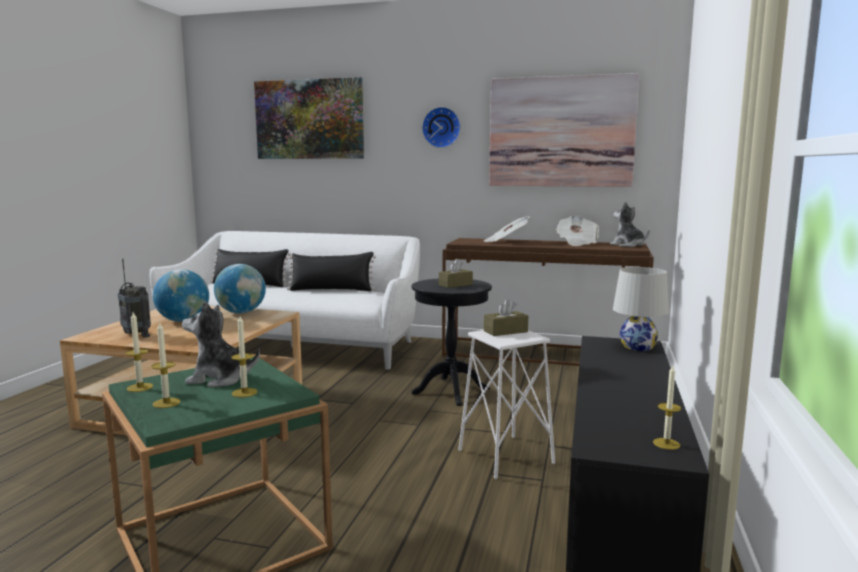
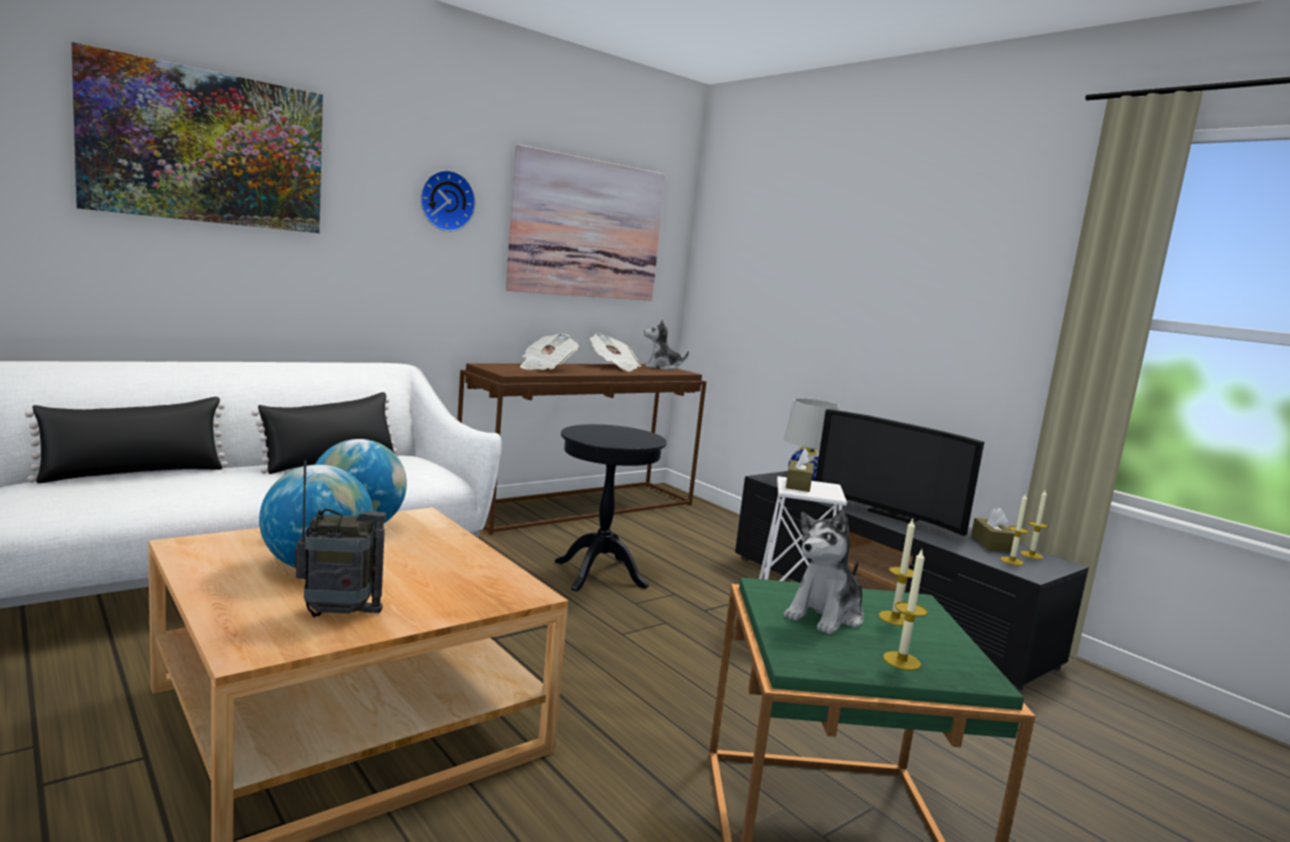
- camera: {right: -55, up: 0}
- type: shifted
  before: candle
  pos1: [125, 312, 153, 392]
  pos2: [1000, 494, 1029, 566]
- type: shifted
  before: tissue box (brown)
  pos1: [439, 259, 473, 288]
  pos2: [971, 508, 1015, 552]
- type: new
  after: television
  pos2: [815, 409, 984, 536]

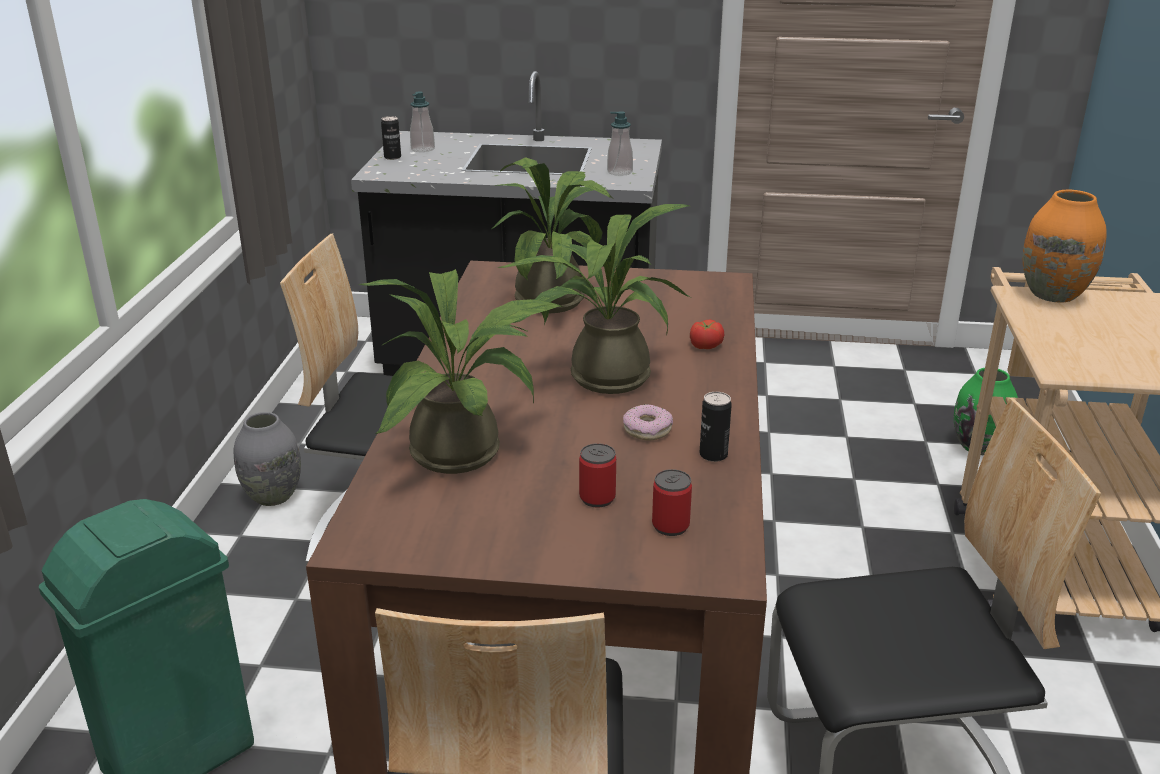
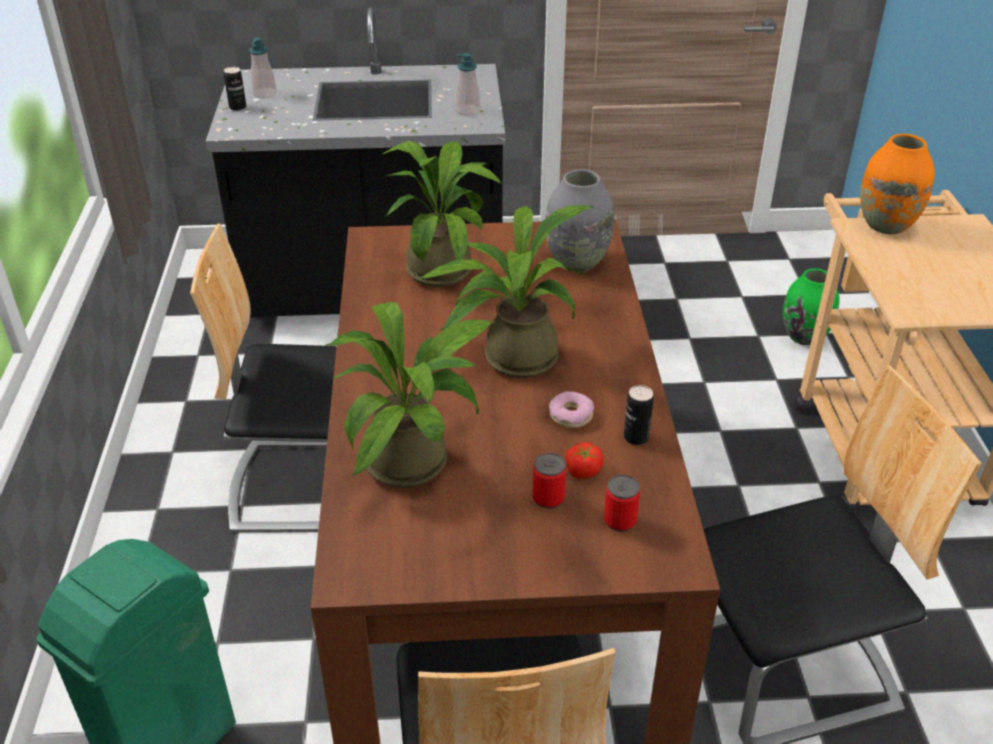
- camera: {right: -10, up: 10}
- type: shifted
  before: vase (grey)
  pos1: [234, 412, 301, 506]
  pos2: [545, 169, 614, 272]
- type: shifted
  before: tomato
  pos1: [690, 319, 724, 349]
  pos2: [566, 442, 604, 479]

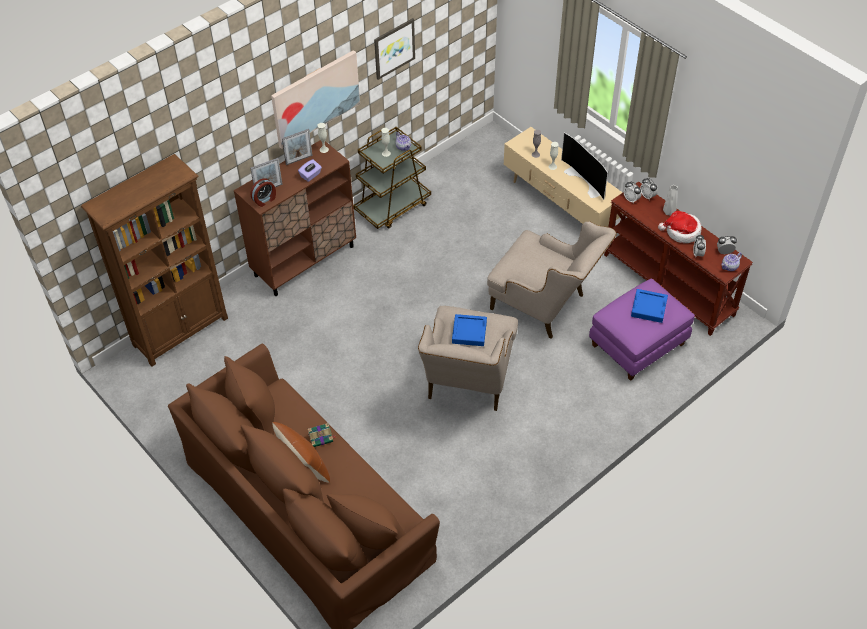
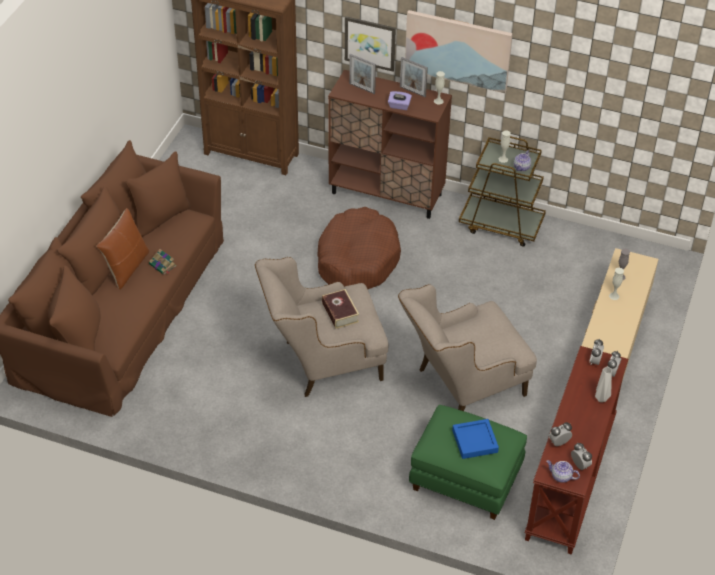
- camera: {right: 60, up: -5}
- type: gone
  before: alarm clock
  pos1: [250, 179, 276, 207]
- type: shifted
  before: picture
  pos1: [374, 18, 415, 80]
  pos2: [345, 17, 396, 72]
- type: swapped
  before: tray (blue)
  after: book
  pos1: [452, 314, 487, 346]
  pos2: [322, 289, 359, 329]
- type: rotated
  before: armchair (beige)
  pos1: [487, 221, 616, 339]
  pos2: [398, 284, 537, 411]
  turn: 60
- type: gone
  before: television
  pos1: [561, 132, 608, 200]
- type: repainted
  before: ottoman (purple)
  after: ottoman (green)
  pos1: [589, 279, 695, 381]
  pos2: [409, 405, 527, 520]
- type: gone
  before: hat
  pos1: [658, 211, 701, 243]
- type: new
  after: dog bed (brown)
  pos2: [317, 207, 401, 289]

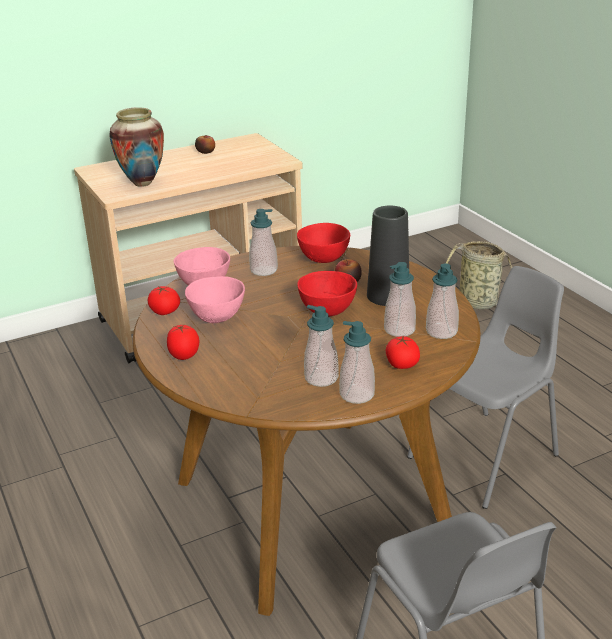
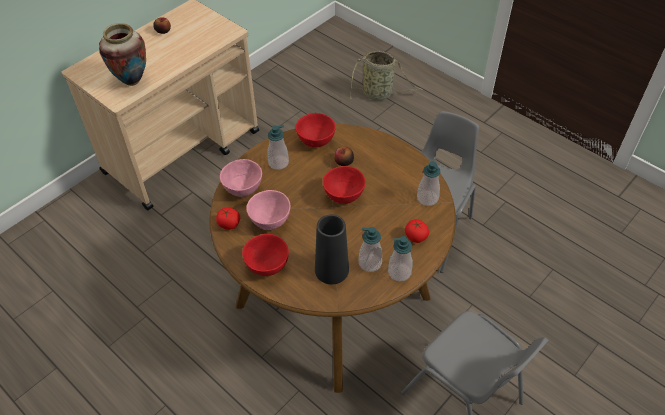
- camera: {right: -20, up: 20}
- type: swapped
  before: tomato
  after: bowl (red)
  pos1: [167, 325, 199, 360]
  pos2: [242, 234, 289, 276]
- type: shifted
  before: vase (black)
  pos1: [367, 206, 409, 306]
  pos2: [315, 215, 349, 284]
- type: gone
  before: soap dispenser
  pos1: [384, 262, 416, 337]

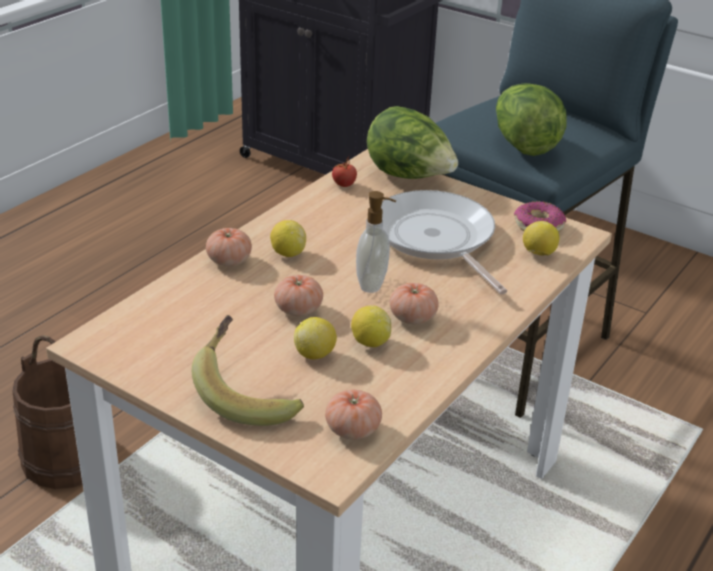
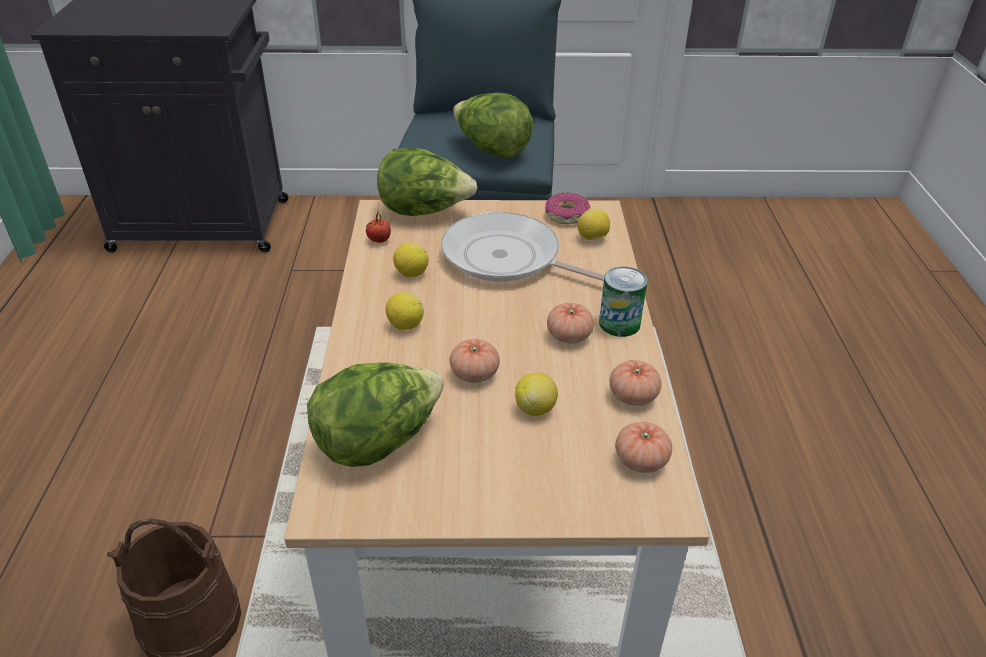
- camera: {right: -35, up: 5}
- type: gone
  before: banana
  pos1: [192, 315, 304, 426]
- type: shifted
  before: tomato
  pos1: [206, 228, 252, 266]
  pos2: [610, 360, 661, 406]
- type: shifted
  before: lemon
  pos1: [351, 305, 391, 347]
  pos2: [393, 242, 429, 277]
- type: gone
  before: soap dispenser
  pos1: [356, 191, 396, 293]
- type: new
  after: lettuce
  pos2: [307, 362, 444, 467]
- type: new
  after: can
  pos2: [599, 267, 648, 337]

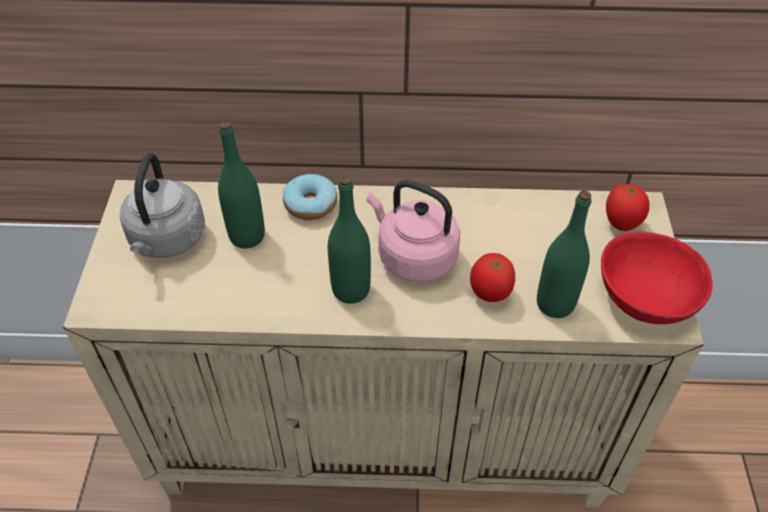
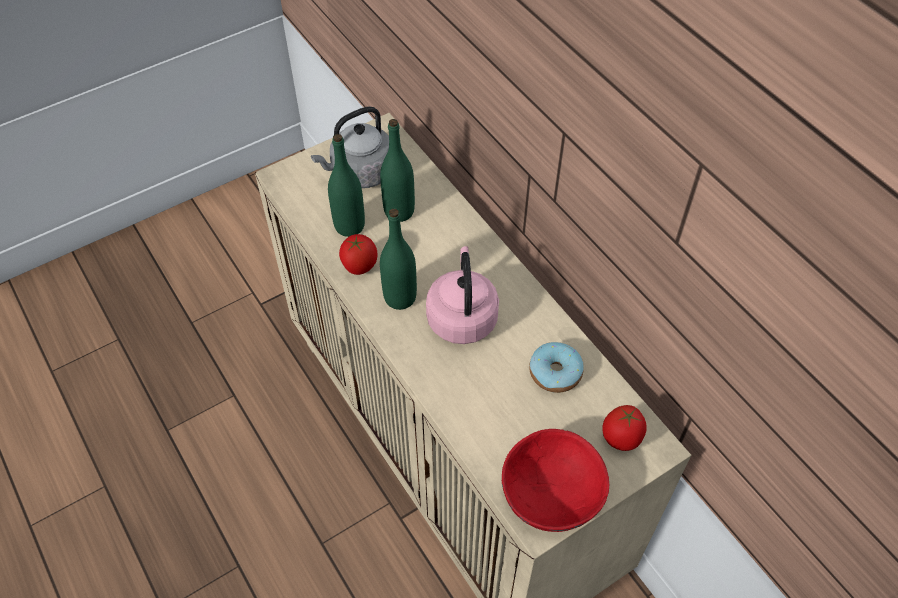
- camera: {right: 55, up: 5}
- type: shifted
  before: donut
  pos1: [283, 173, 337, 220]
  pos2: [529, 342, 584, 393]
- type: shifted
  before: tomato
  pos1: [470, 253, 515, 302]
  pos2: [339, 234, 378, 275]
- type: shifted
  before: bottle (green)
  pos1: [537, 190, 591, 318]
  pos2: [328, 134, 365, 237]

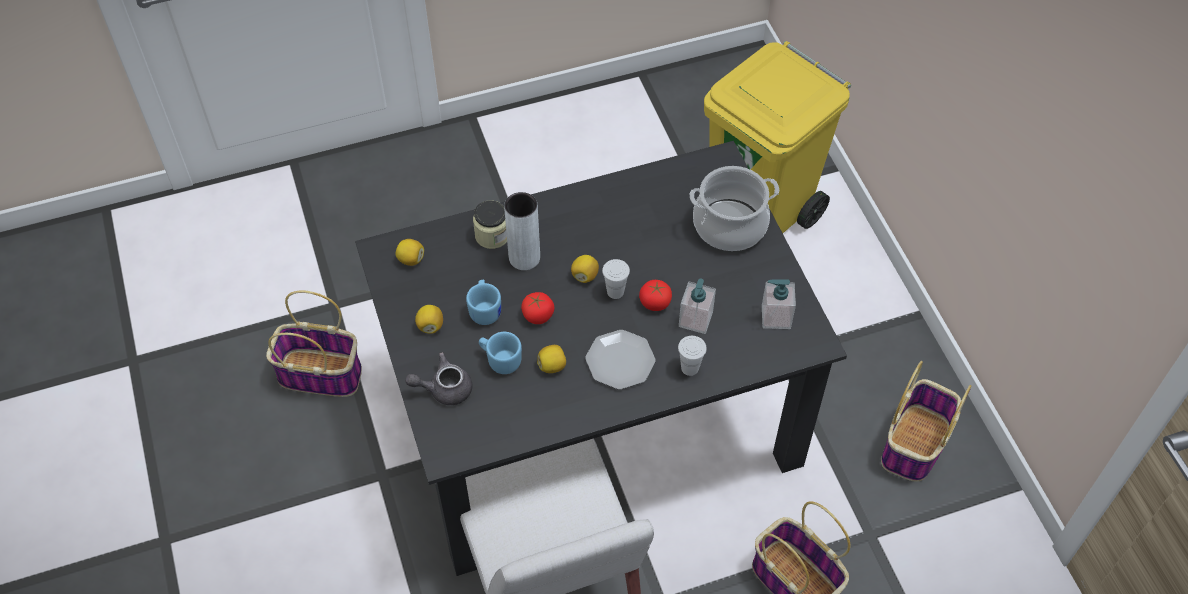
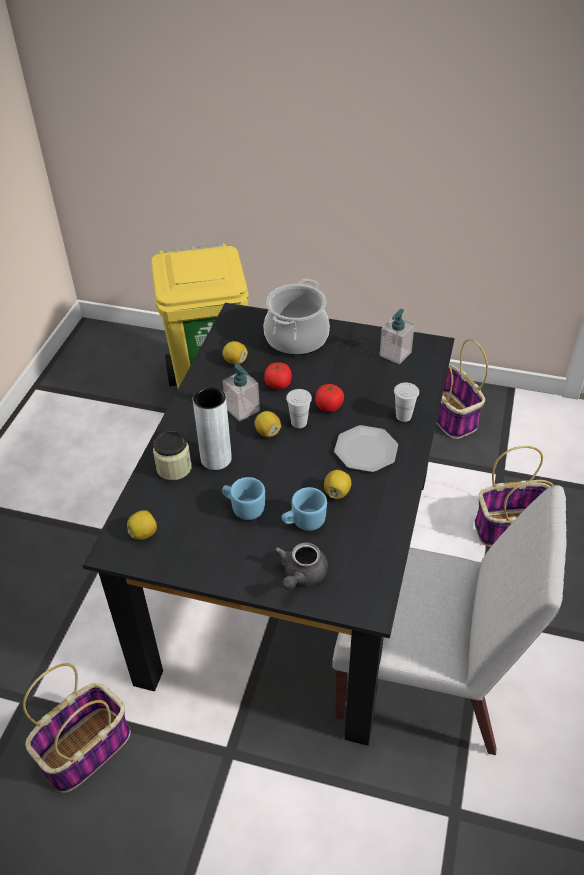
- camera: {right: -55, up: -10}
- type: shifted
  before: lemon
  pos1: [415, 305, 443, 334]
  pos2: [222, 341, 248, 365]
- type: shifted
  before: tomato
  pos1: [521, 292, 555, 324]
  pos2: [264, 362, 292, 389]
- type: shifted
  before: soap dispenser
  pos1: [679, 278, 716, 334]
  pos2: [223, 364, 260, 422]

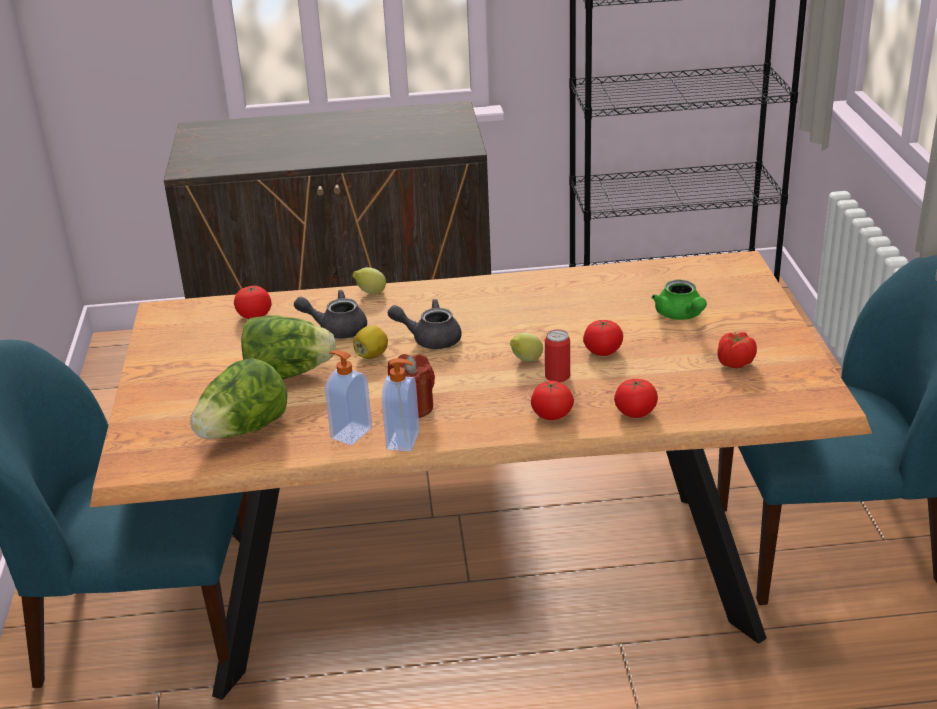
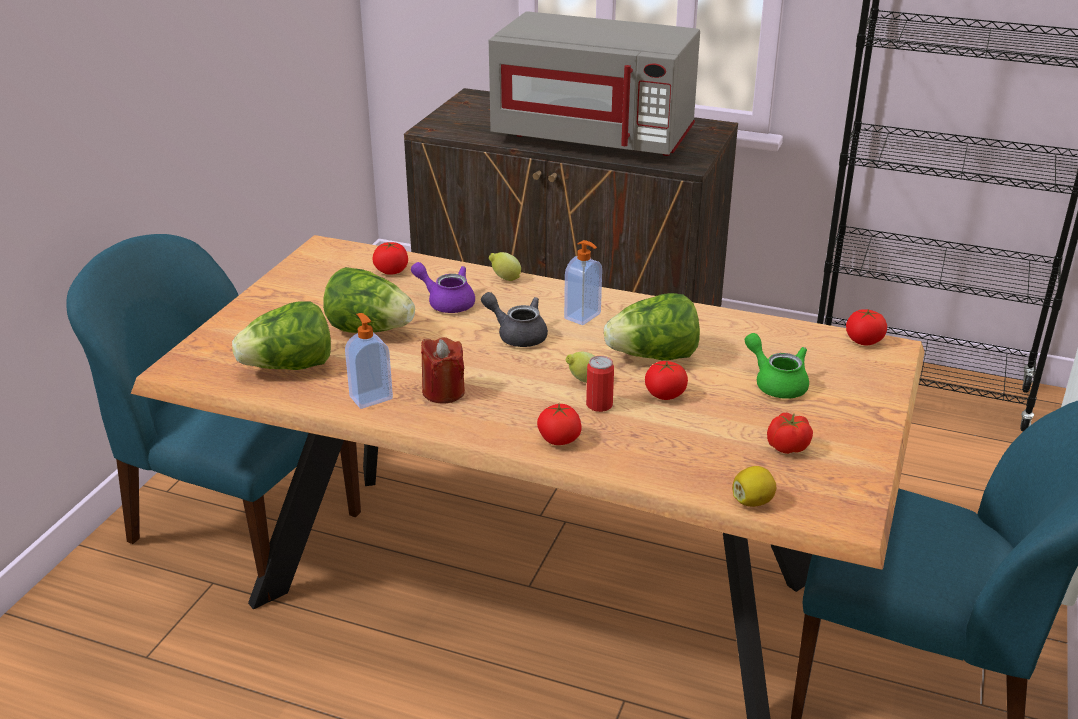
- camera: {right: 25, up: 0}
- type: repainted
  before: teapot (grey)
  after: teapot (purple)
  pos1: [294, 290, 367, 339]
  pos2: [411, 262, 475, 313]
- type: shifted
  before: lemon
  pos1: [353, 326, 388, 359]
  pos2: [732, 466, 776, 507]
- type: shifted
  before: soap dispenser
  pos1: [382, 358, 419, 452]
  pos2: [564, 240, 602, 325]
- type: shifted
  before: tomato
  pos1: [614, 378, 658, 418]
  pos2: [846, 309, 887, 345]
- type: rotated
  before: teapot (green)
  pos1: [652, 280, 707, 320]
  pos2: [745, 333, 809, 399]
  turn: 135
- type: new
  after: microwave (grey)
  pos2: [489, 11, 700, 156]
- type: new
  after: lettuce
  pos2: [604, 293, 700, 360]

